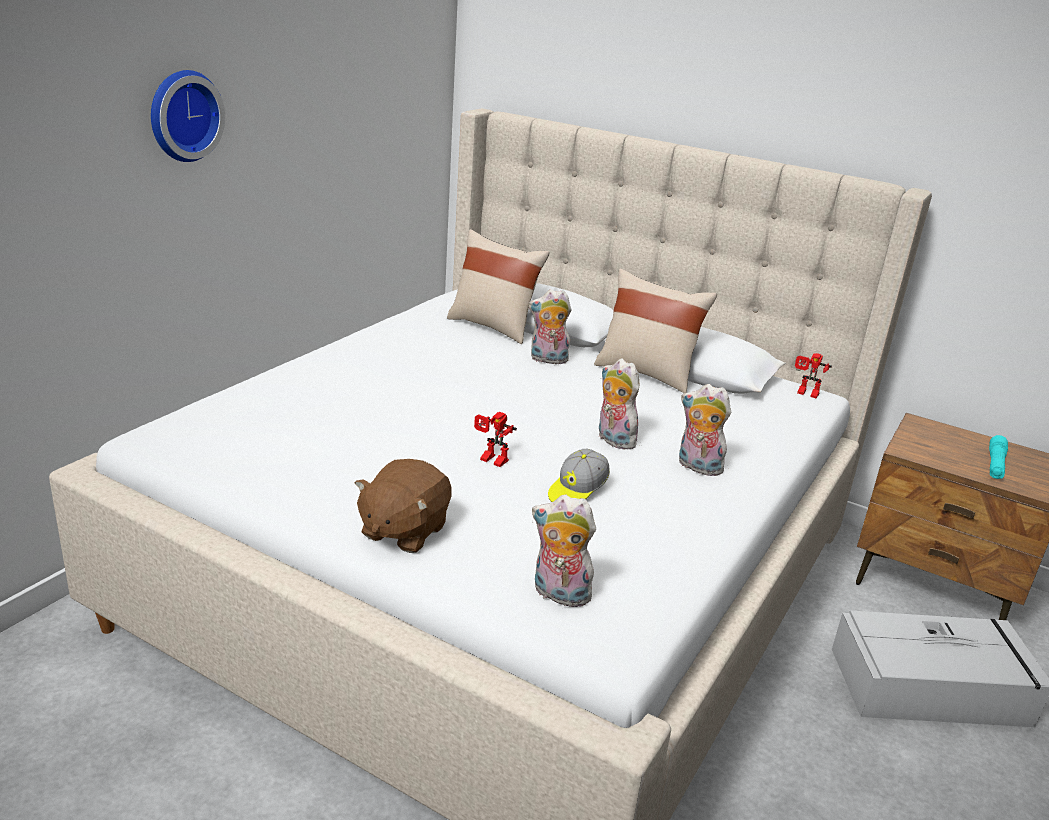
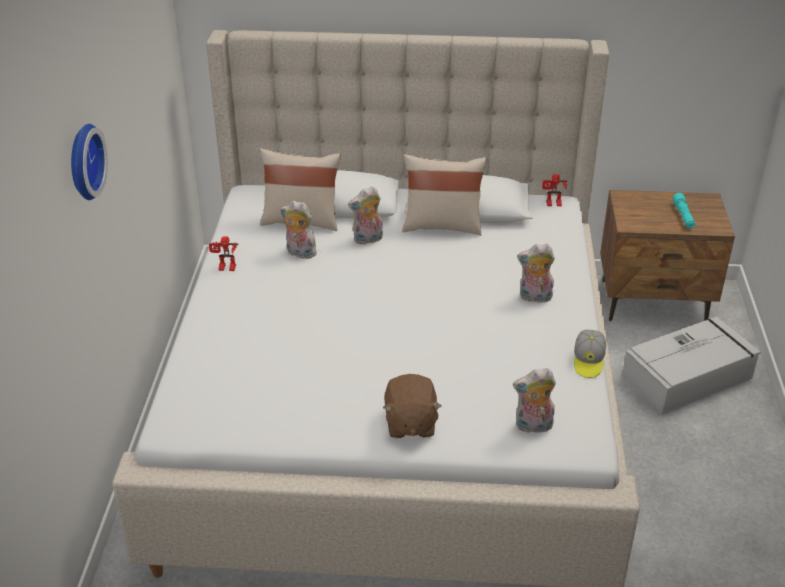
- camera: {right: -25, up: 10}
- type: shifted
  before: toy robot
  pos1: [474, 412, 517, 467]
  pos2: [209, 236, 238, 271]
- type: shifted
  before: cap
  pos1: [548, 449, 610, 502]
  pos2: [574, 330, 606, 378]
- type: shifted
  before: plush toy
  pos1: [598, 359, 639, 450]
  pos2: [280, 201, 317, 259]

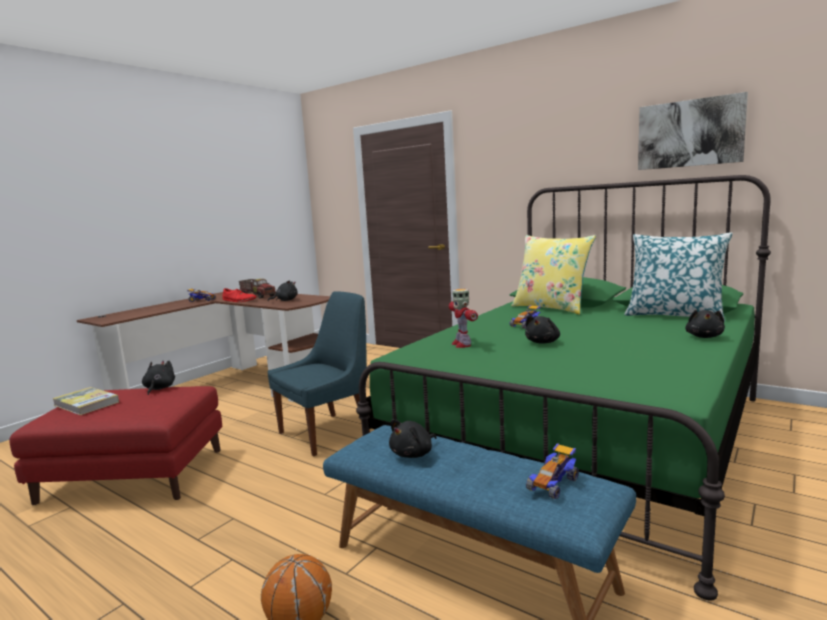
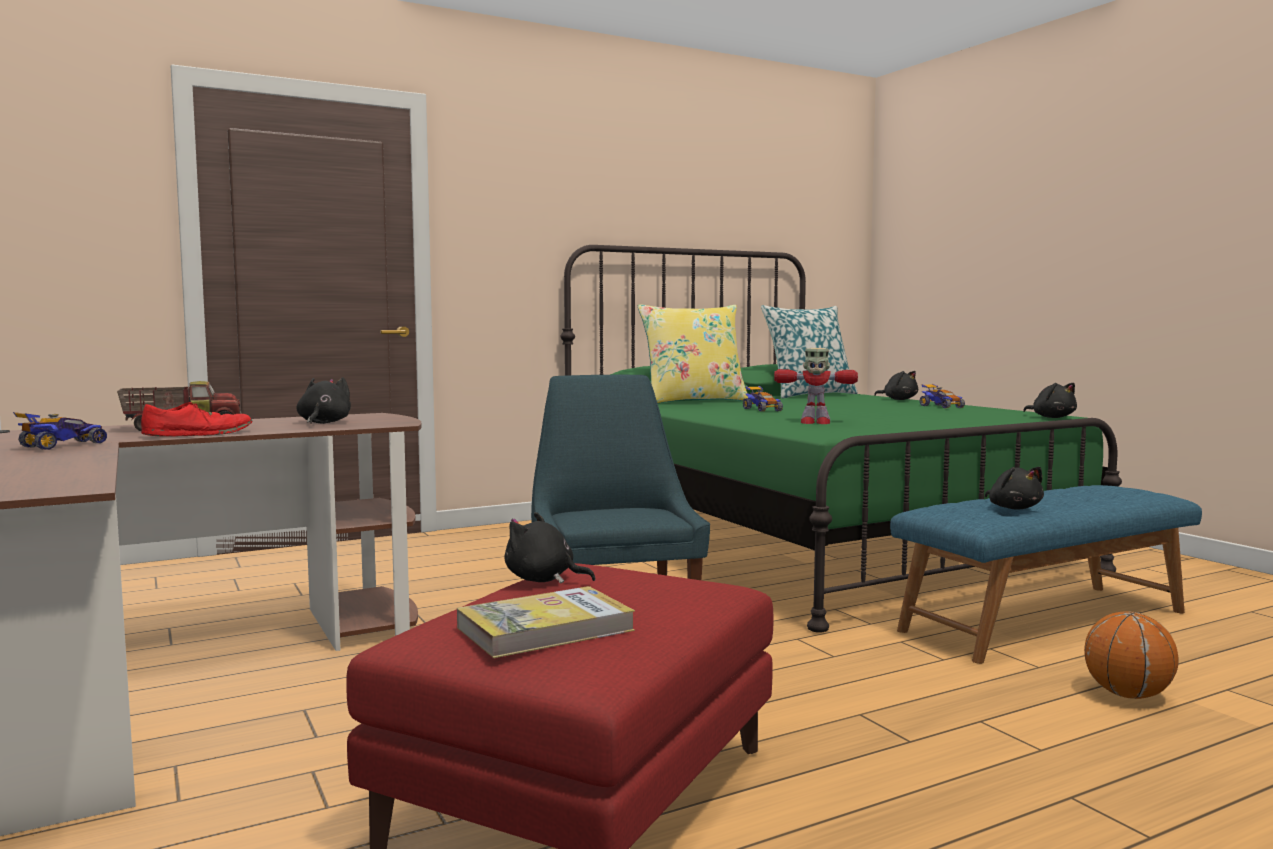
- camera: {right: -65, up: -5}
- type: shifted
  before: plush toy (black)
  pos1: [525, 315, 560, 344]
  pos2: [1023, 383, 1077, 418]
- type: shifted
  before: toy car
  pos1: [526, 443, 579, 499]
  pos2: [920, 384, 965, 408]
- type: gone
  before: picture
  pos1: [638, 92, 748, 170]

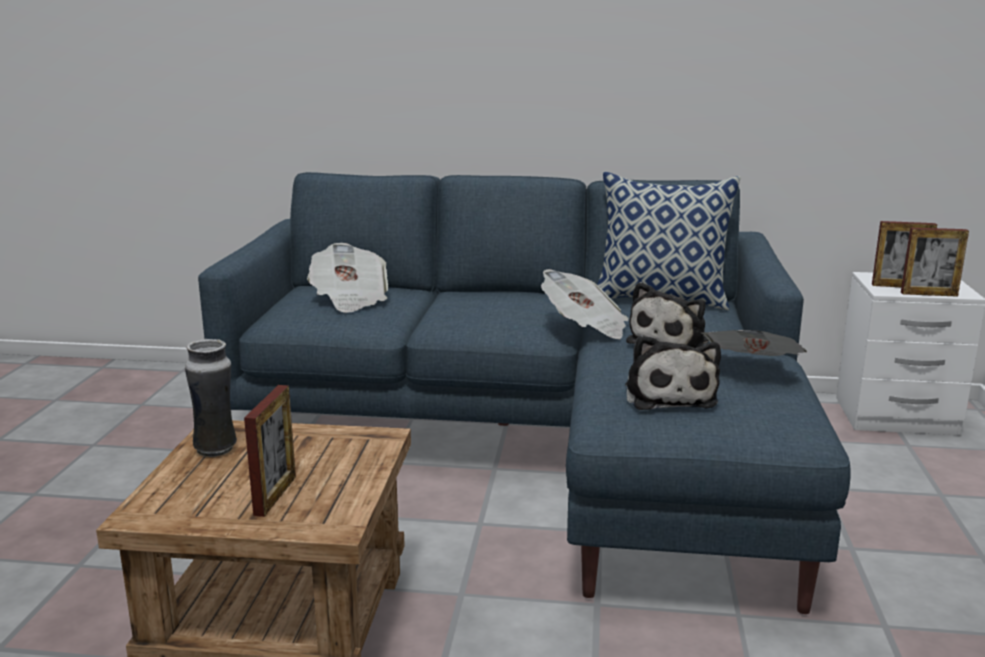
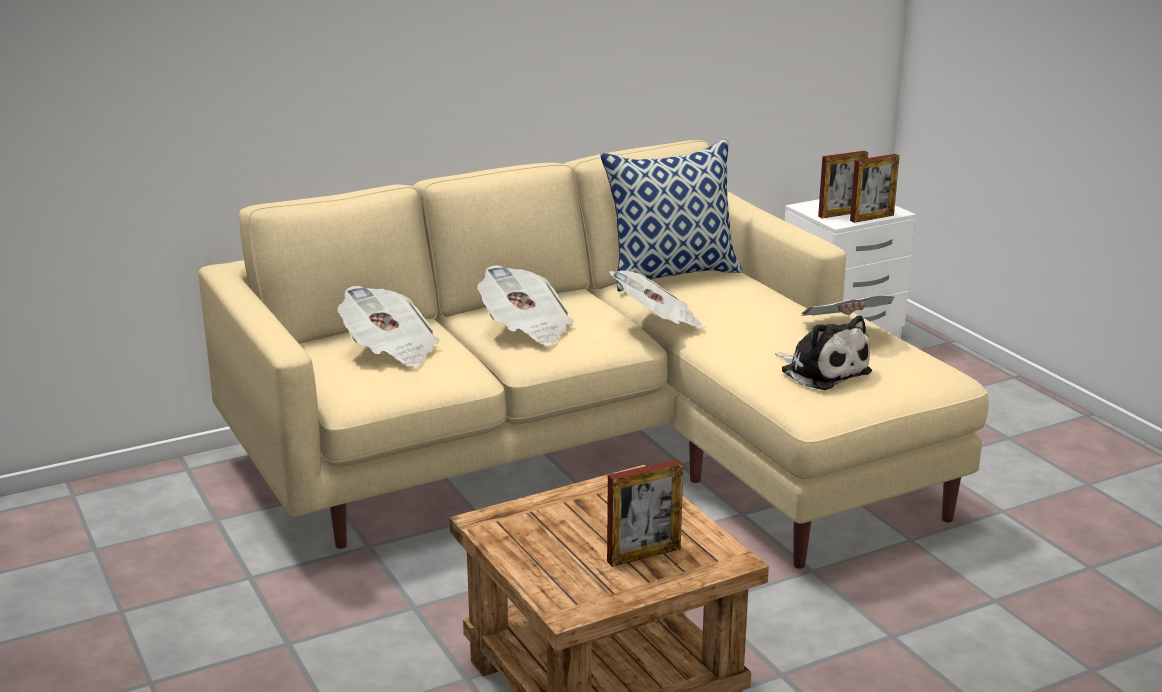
- camera: {right: -35, up: 5}
- type: gone
  before: vase
  pos1: [185, 339, 237, 457]
- type: repainted
  before: sofa (blue)
  after: sofa (beige)
  pos1: [198, 172, 851, 614]
  pos2: [198, 140, 989, 569]
- type: rotated
  before: picture frame
  pos1: [244, 385, 296, 517]
  pos2: [607, 459, 683, 567]
  turn: 90
- type: gone
  before: plush toy
  pos1: [626, 282, 709, 348]
- type: new
  after: newspaper
  pos2: [477, 265, 574, 346]

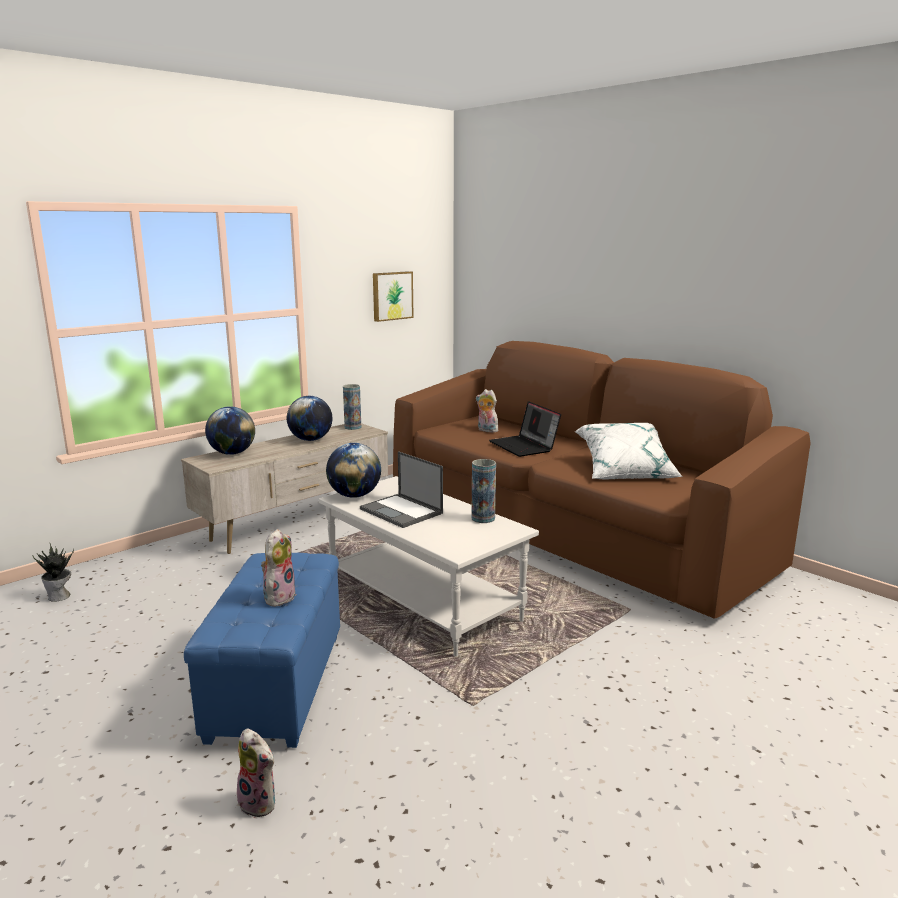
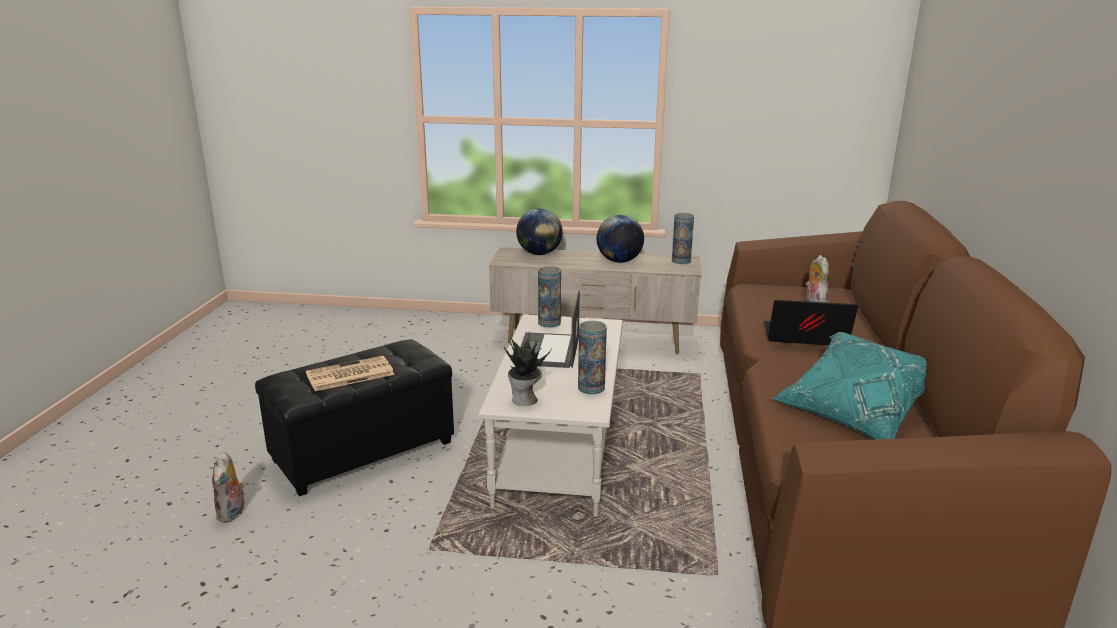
- camera: {right: 50, up: 5}
- type: shifted
  before: potted plant
  pos1: [32, 544, 74, 602]
  pos2: [504, 332, 552, 406]
- type: repainted
  before: ottoman (blue)
  after: ottoman (black)
  pos1: [184, 553, 340, 748]
  pos2: [255, 340, 454, 496]
- type: swapped
  before: plush toy
  after: newspaper
  pos1: [261, 529, 297, 607]
  pos2: [306, 356, 395, 391]
- type: swapped
  before: globe
  after: vase
  pos1: [326, 443, 381, 498]
  pos2: [538, 266, 561, 328]
- type: gone
  before: picture
  pos1: [373, 271, 414, 322]
- type: rotated
  before: laptop
  pos1: [489, 401, 561, 457]
  pos2: [763, 300, 858, 345]
  turn: 75
- type: repainted
  before: pillow (white)
  after: pillow (turquoise)
  pos1: [574, 423, 683, 480]
  pos2: [772, 332, 927, 440]

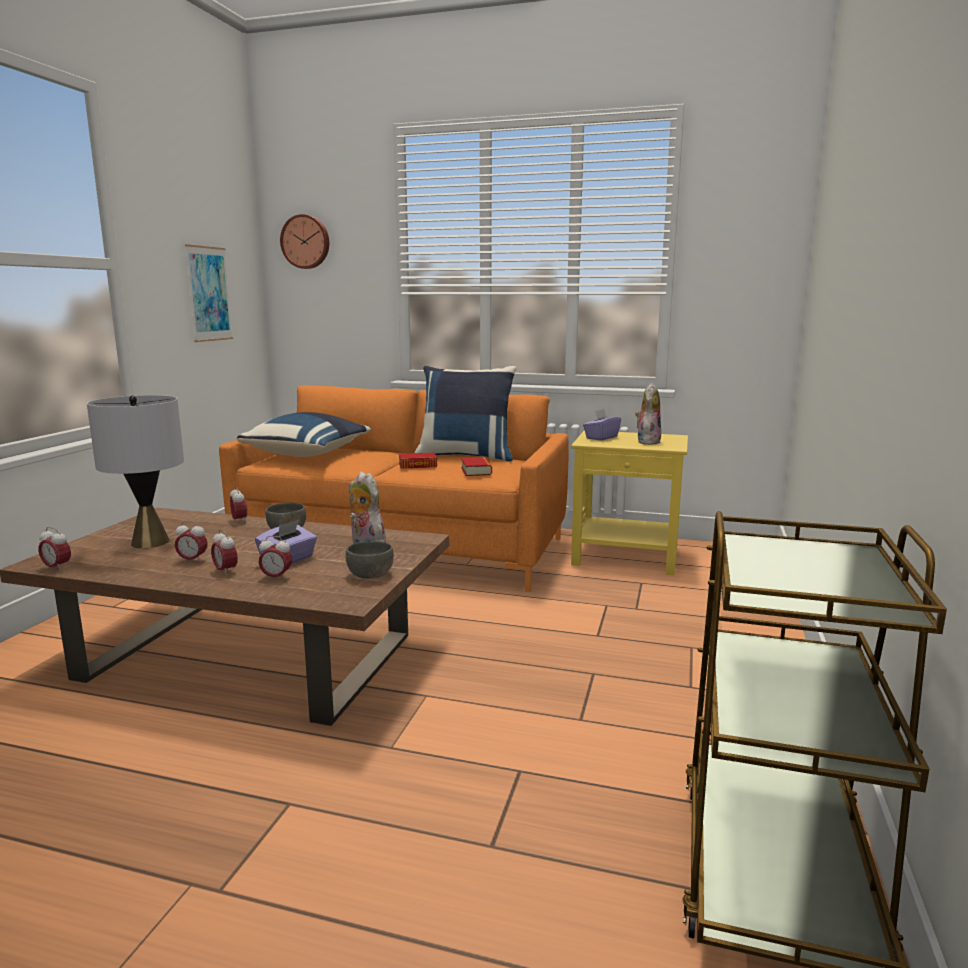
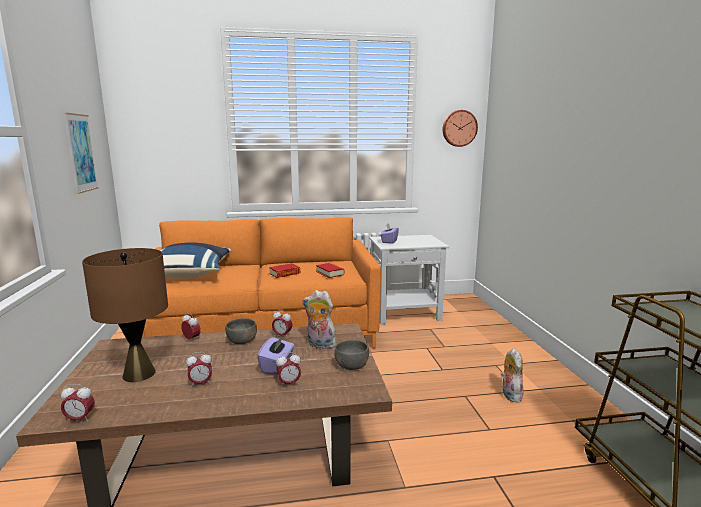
- camera: {right: -25, up: 0}
- type: repainted
  before: table lamp (grey)
  after: table lamp (brown)
  pos1: [87, 395, 184, 548]
  pos2: [82, 248, 168, 382]
- type: shifted
  before: alarm clock
  pos1: [211, 530, 238, 576]
  pos2: [272, 310, 292, 337]
- type: shifted
  before: wall clock
  pos1: [280, 214, 329, 269]
  pos2: [443, 110, 478, 147]
- type: gone
  before: pillow (blue)
  pos1: [415, 366, 516, 462]
- type: repainted
  before: side table (yellow)
  after: side table (white)
  pos1: [571, 430, 688, 575]
  pos2: [369, 235, 449, 325]
- type: shifted
  before: plush toy
  pos1: [635, 383, 661, 445]
  pos2: [501, 348, 524, 403]

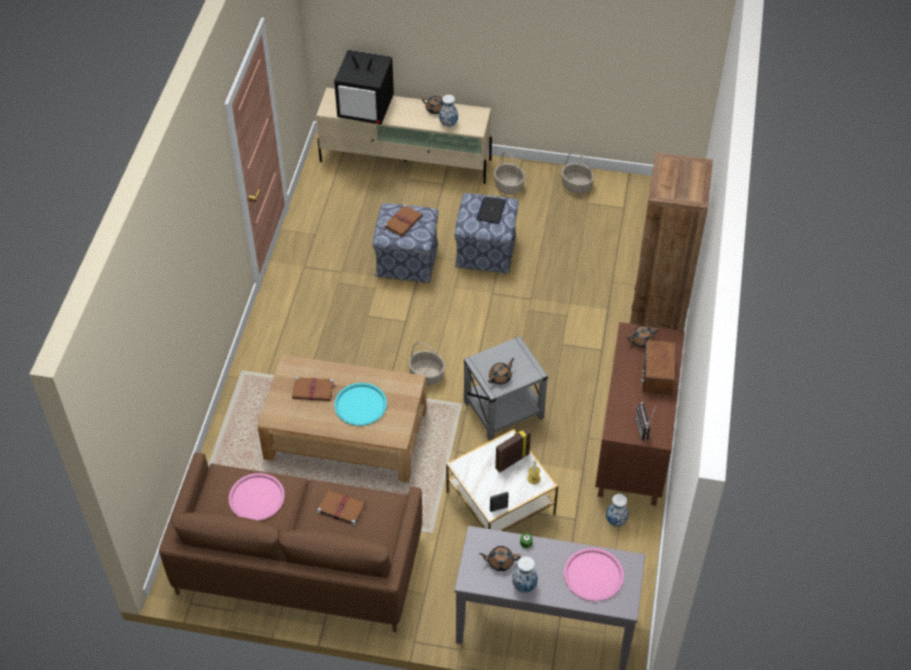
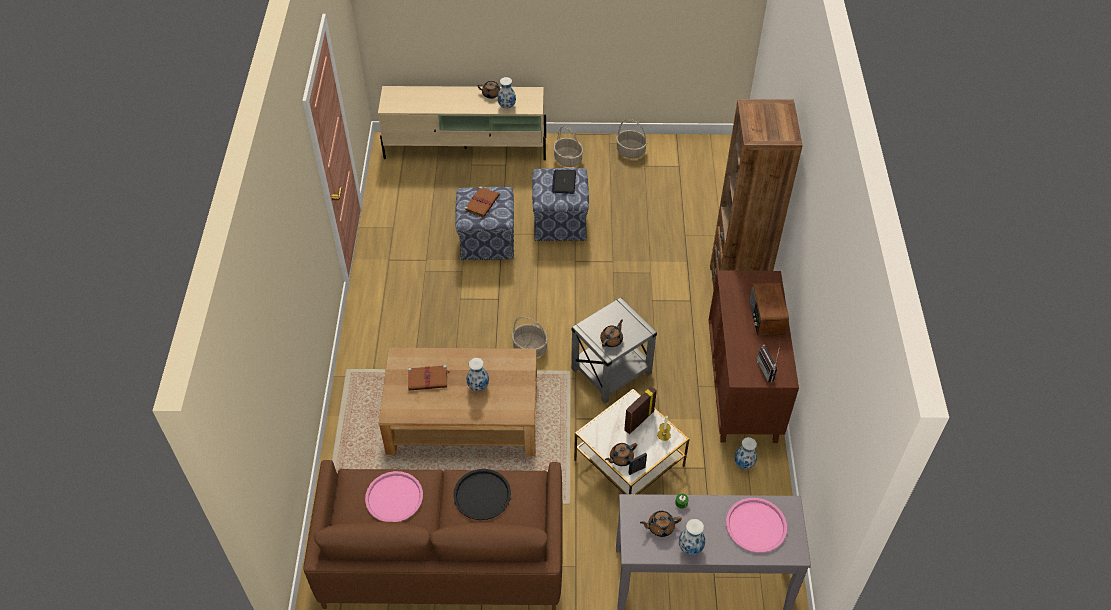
- camera: {right: -10, up: 0}
- type: swapped
  before: book (brown)
  after: tray (black)
  pos1: [316, 490, 366, 526]
  pos2: [453, 469, 511, 520]
- type: gone
  before: television
  pos1: [334, 50, 394, 124]
- type: swapped
  before: tray (turquoise)
  after: vase
  pos1: [334, 383, 387, 426]
  pos2: [467, 358, 489, 391]
- type: shifted
  before: teapot (brown)
  pos1: [625, 325, 658, 347]
  pos2: [605, 443, 637, 466]

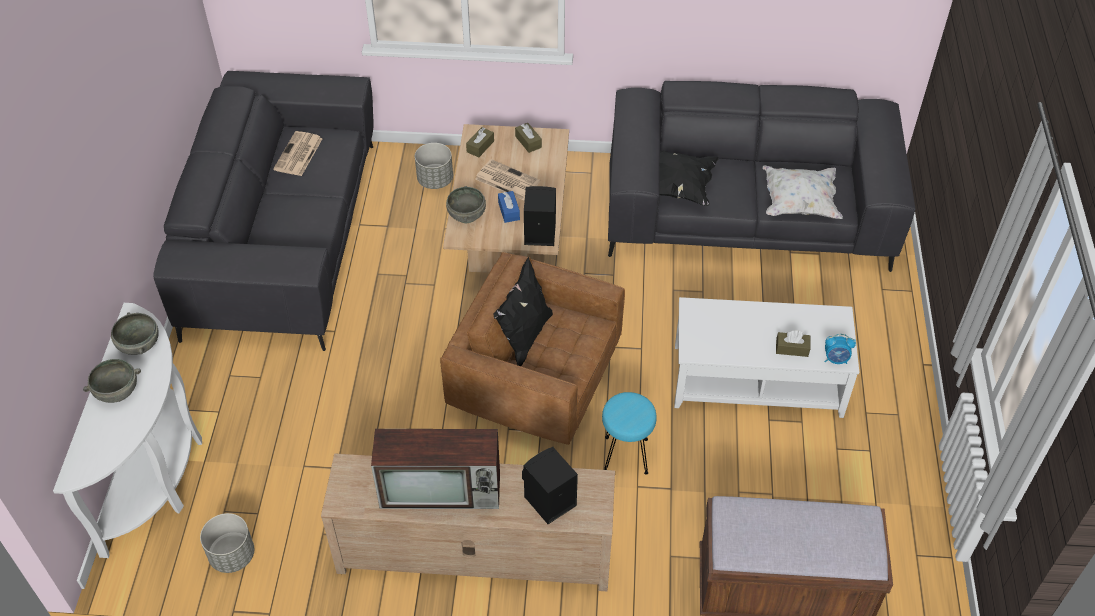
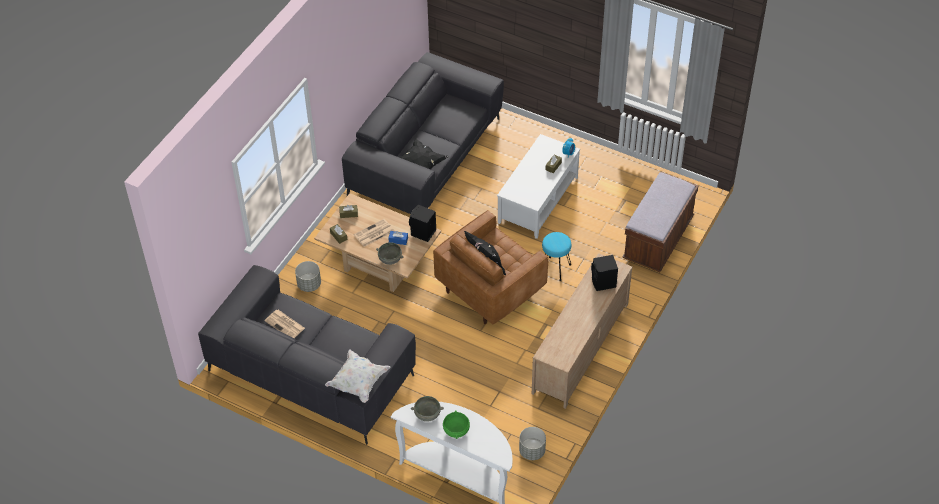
- camera: {right: -65, up: 0}
- type: repainted
  before: bowl (grey)
  after: bowl (green)
  pos1: [83, 359, 141, 403]
  pos2: [443, 410, 470, 439]
- type: gone
  before: television
  pos1: [371, 429, 500, 509]
- type: shifted
  before: pillow (white)
  pos1: [762, 165, 843, 219]
  pos2: [325, 349, 390, 403]

